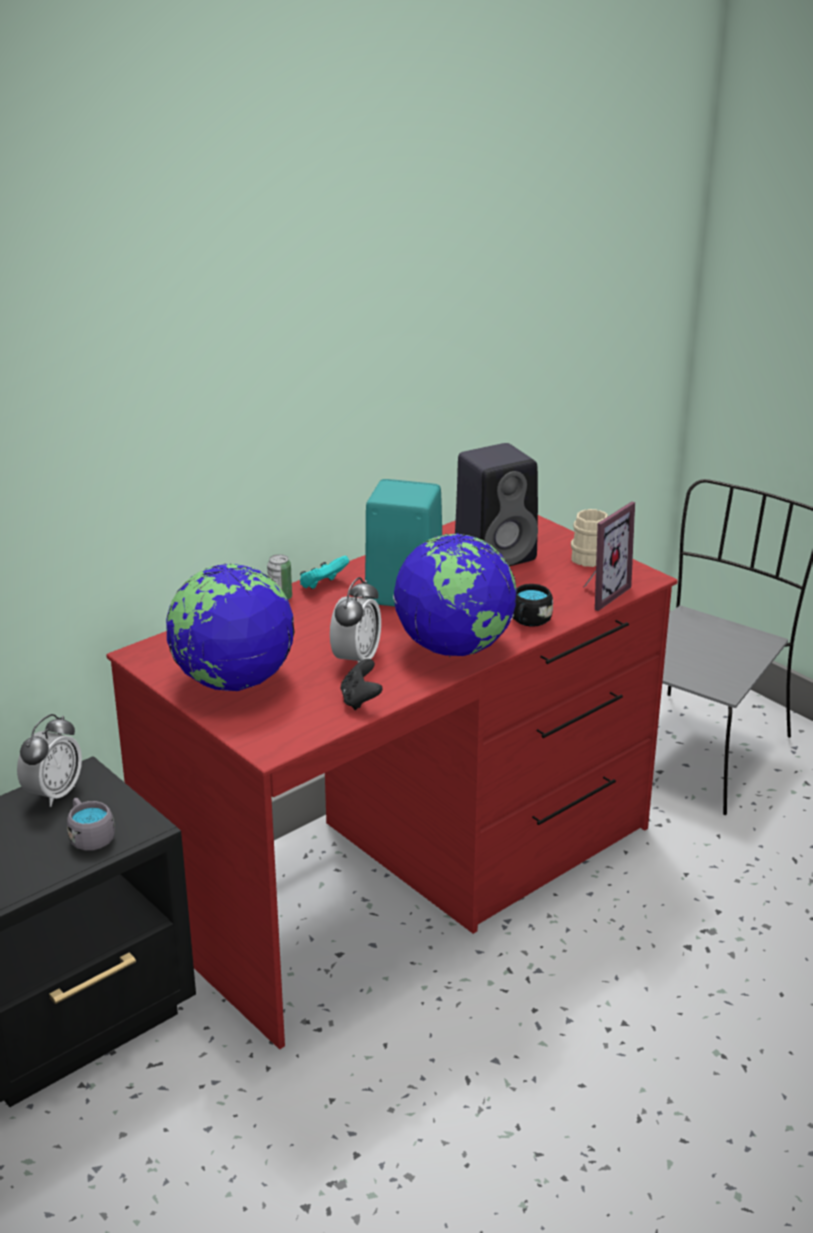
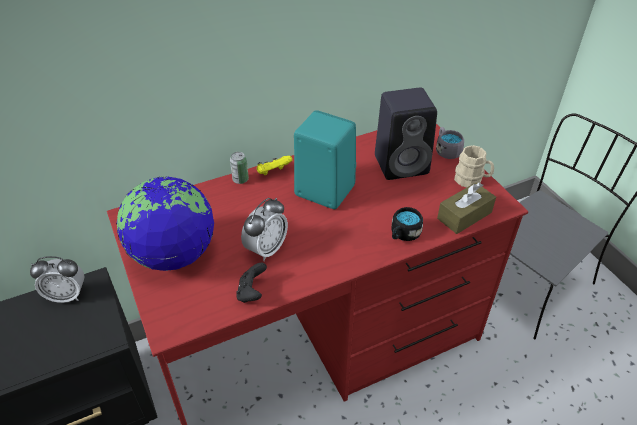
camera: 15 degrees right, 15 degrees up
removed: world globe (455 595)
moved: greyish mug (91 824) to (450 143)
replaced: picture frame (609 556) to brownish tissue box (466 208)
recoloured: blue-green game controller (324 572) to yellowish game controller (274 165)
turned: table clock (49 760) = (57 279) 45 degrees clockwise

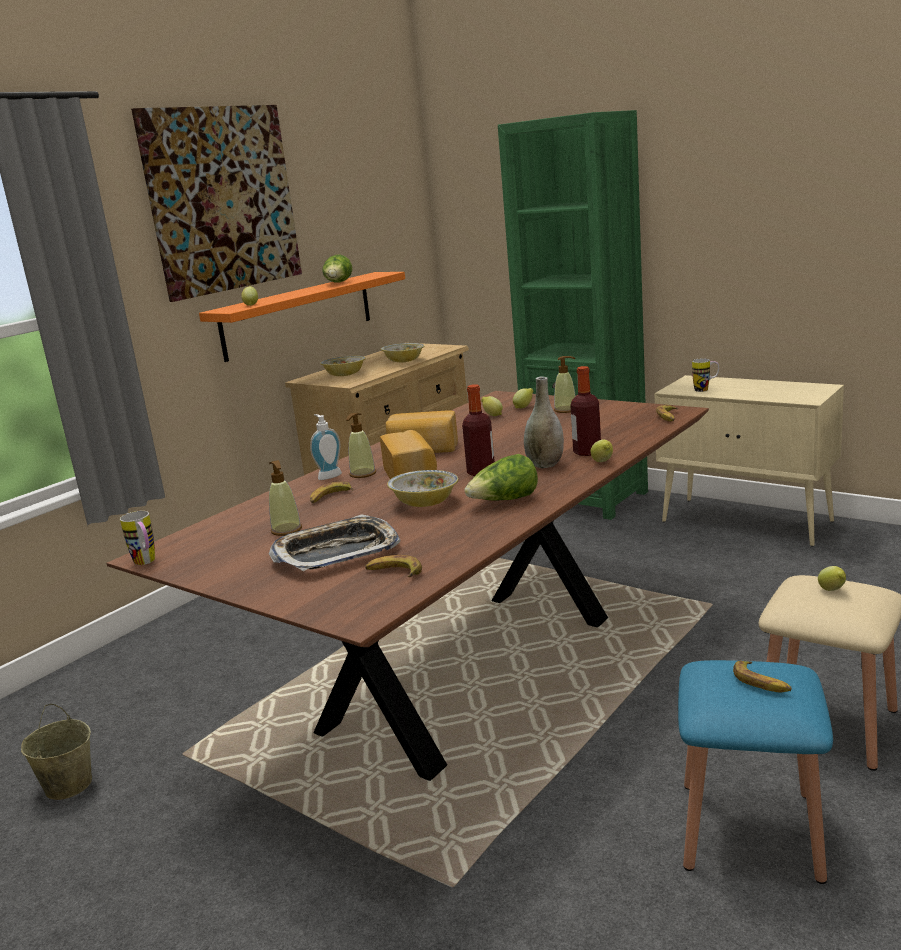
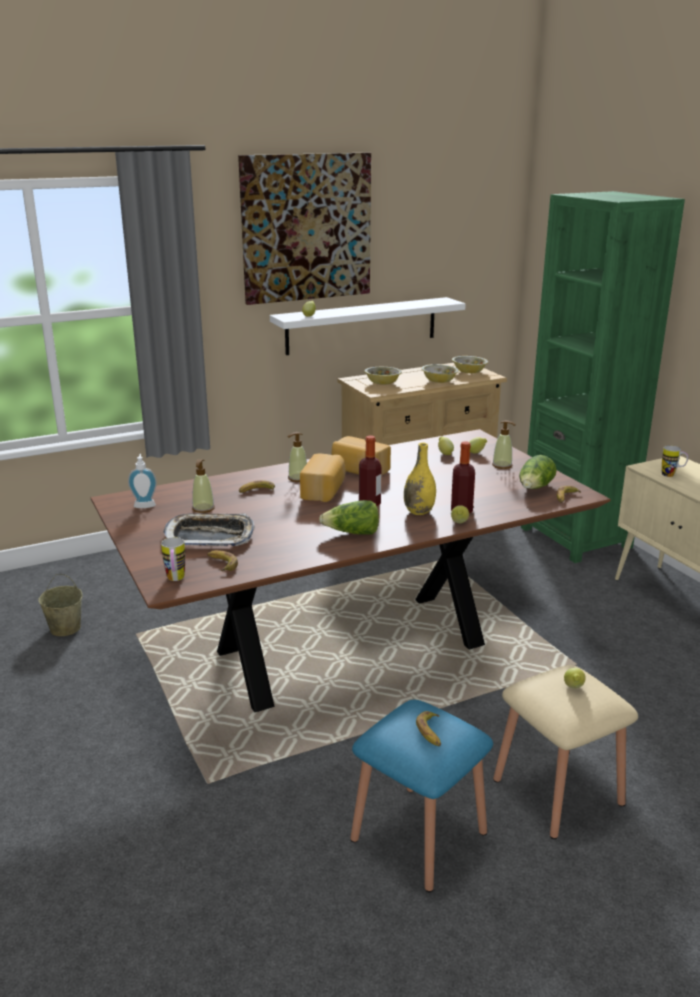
camera: 25 degrees right, 5 degrees up
moved: mug (137 538) to (173 559); soap dispenser (326 447) to (142 481); head of lettuce (337 269) to (538 472); deep dish (422 488) to (470 364)
recoloured: orangey bracket shelf (302 317) to white bracket shelf (368 326); greyish vase (544 422) to yellowish vase (420 479)

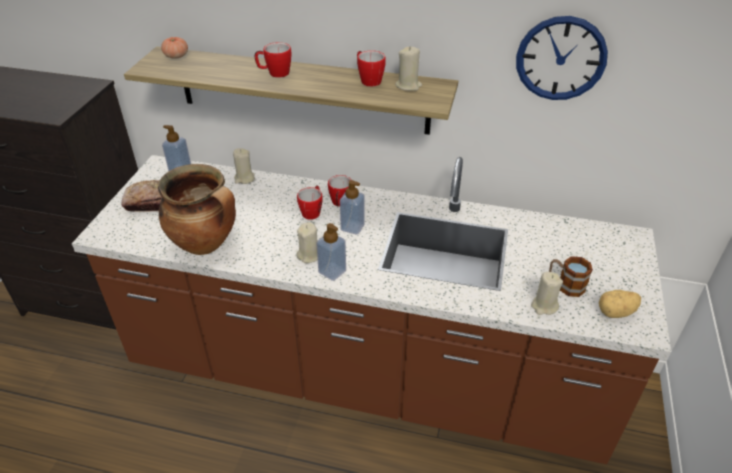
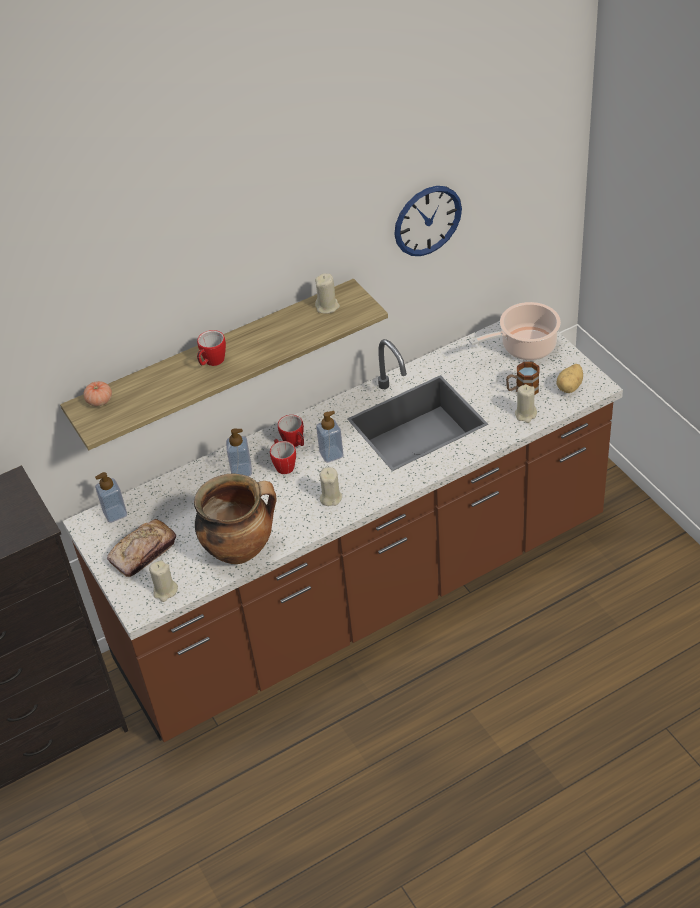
camera: 40 degrees left, 5 degrees up
removed: mug (371 68)
added: cooking pot (515 331)
moved: beige-coloured wax light (244 166) to (163 581); soap dispenser (331 252) to (239 452)

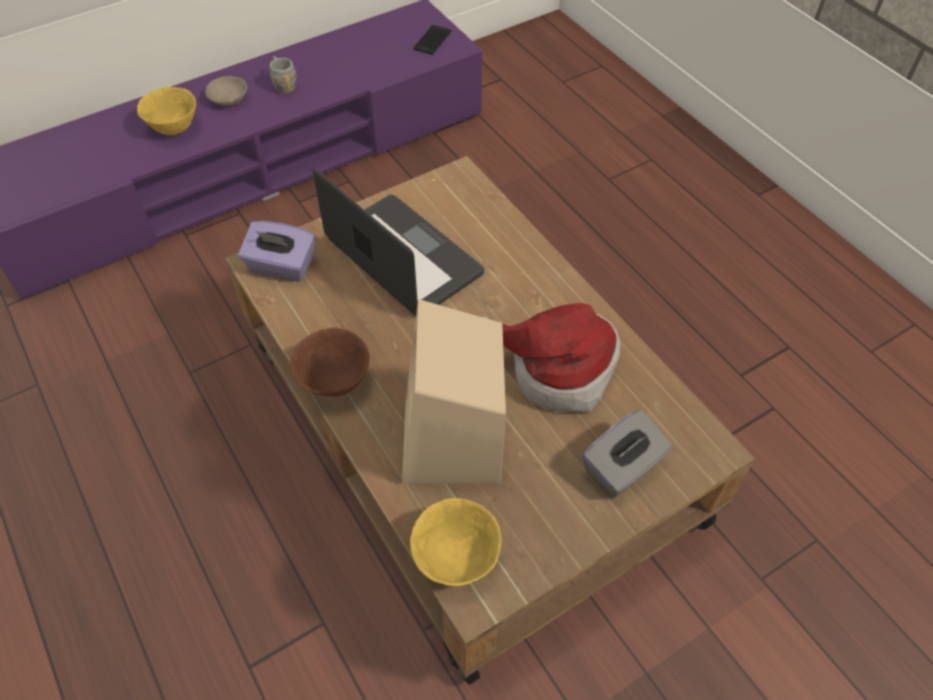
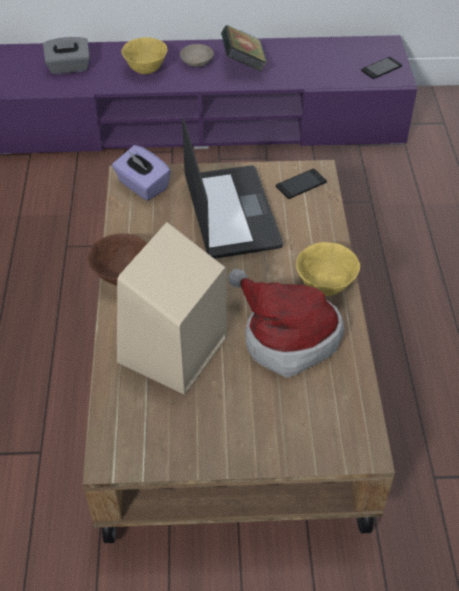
camera: 30 degrees right, 5 degrees down
added: phone (301 184)
moved: yellowish deep dish (455 542) to (328 269); greyish tissue box (627 453) to (66 55)
replaced: greyish mug (283 75) to bound book (244 48)

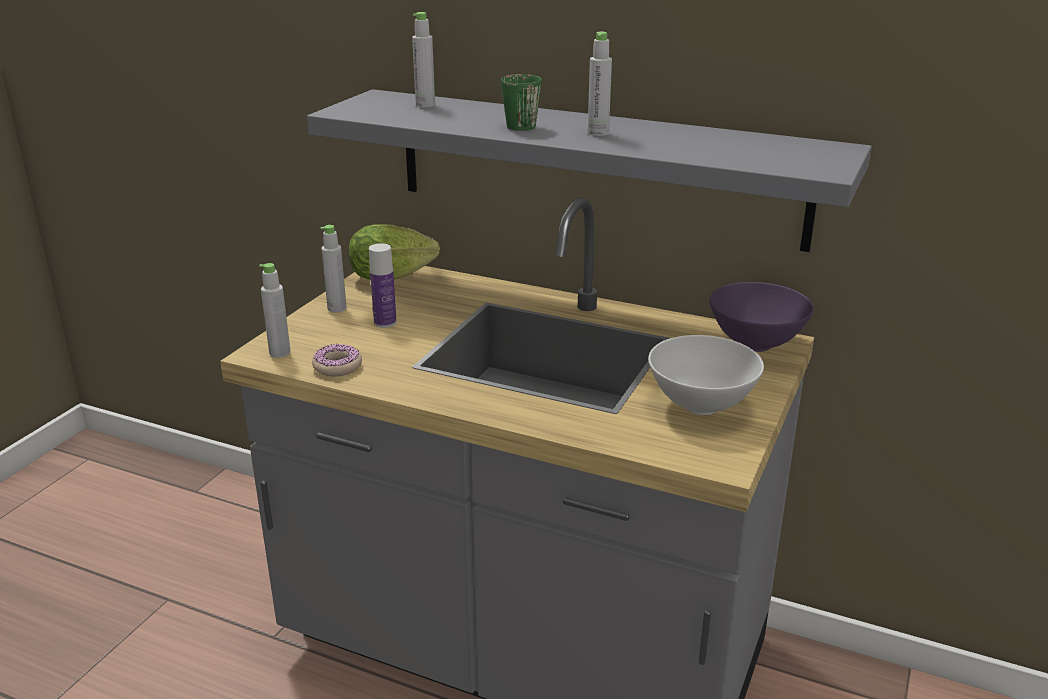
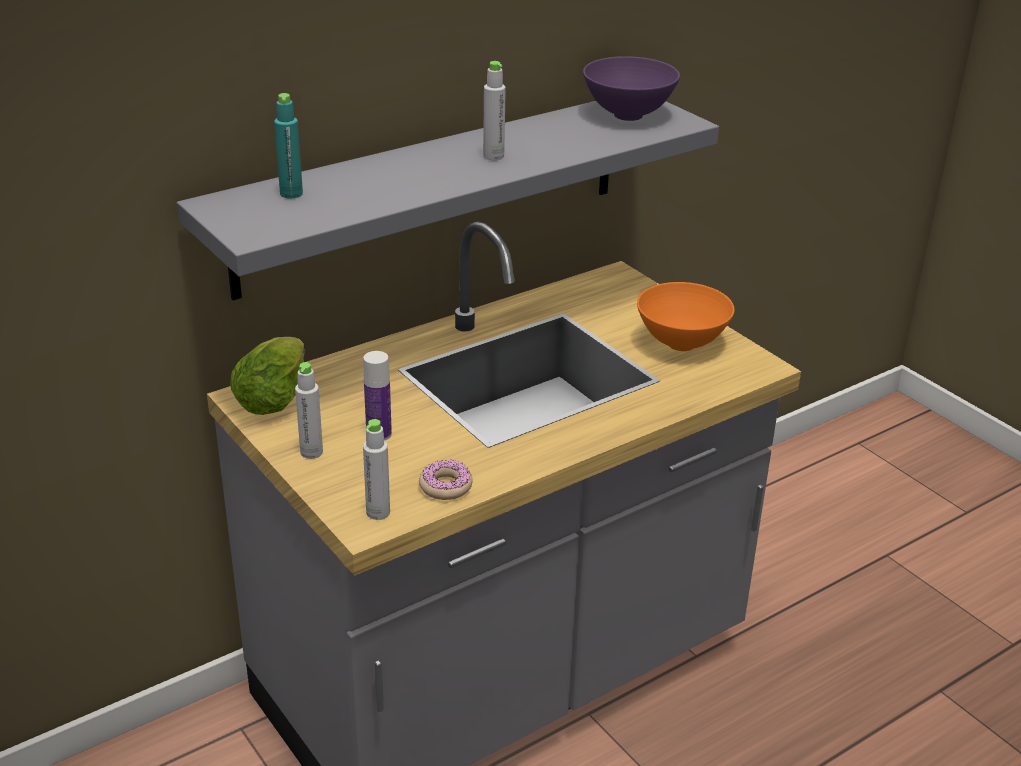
camera: 60 degrees left, 5 degrees up
removed: green mug (521 102)
moved: purple deep dish (762 317) to (631 88)
recoloured: greyish drink bottle (423 60) to blue-green drink bottle (288 146); white deep dish (706 375) to orangey deep dish (686 316)

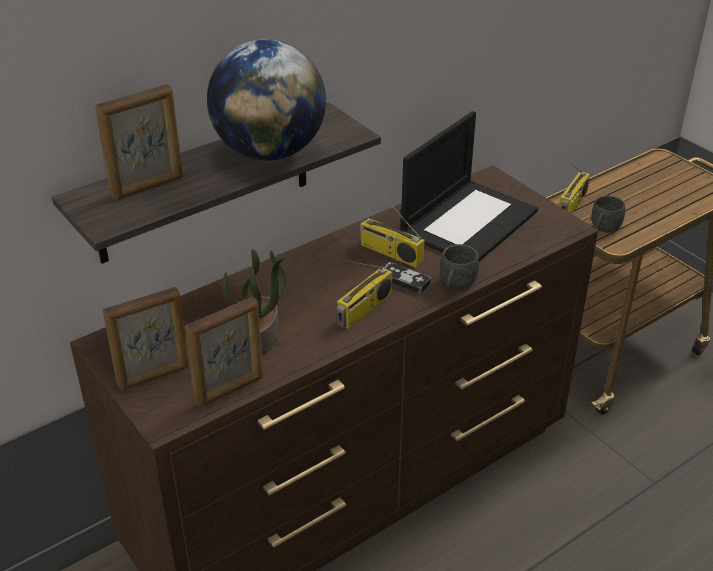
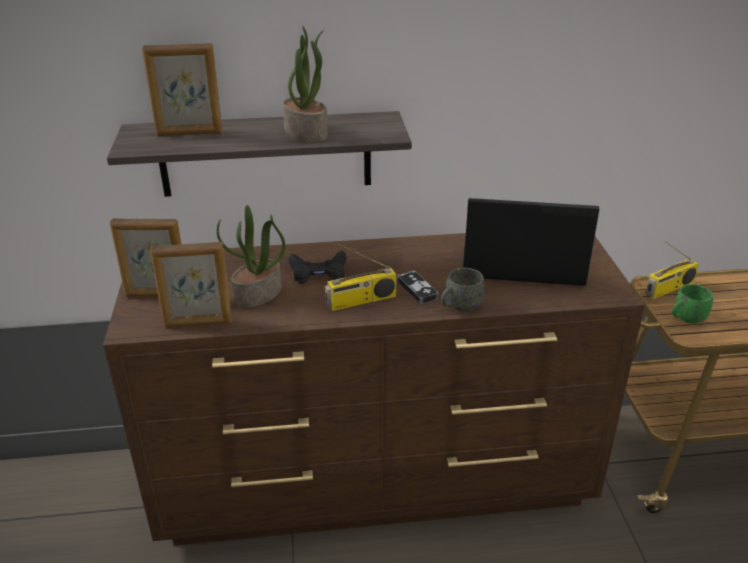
camera: 30 degrees right, 5 degrees down
removed: radio receiver (392 228)
added: black game controller (317 267)
replaced: world globe (266 99) to potted plant (305 84)
recoloured: greyish mug (608 214) to green mug (692 303)
turned: portable computer (469 186) = (531 242) 150 degrees counterclockwise

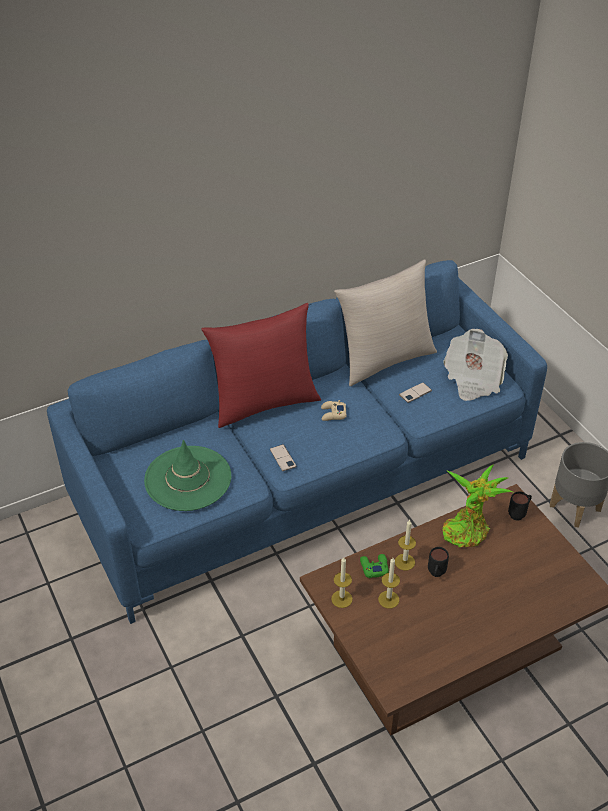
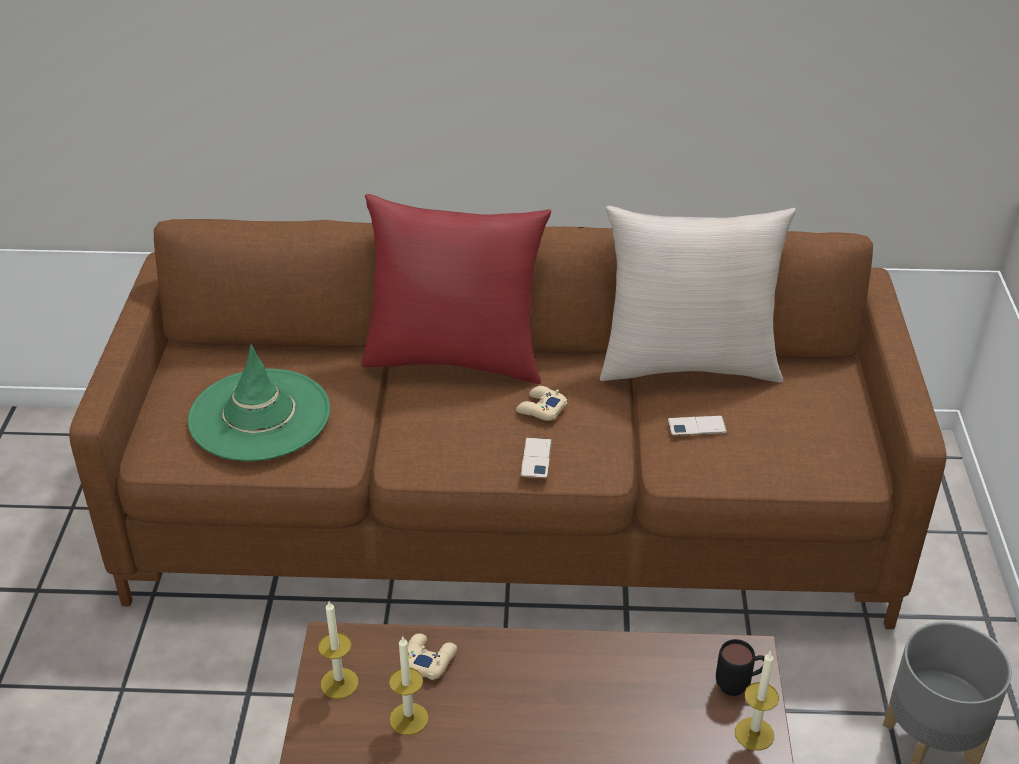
camera: 30 degrees right, 5 degrees down
removed: black mug (438 562); newspaper (475 365); potted plant (478 506)
moved: phone (283 457) to (536 458); wax light (405 545) to (757 701)
recoloured: blue-coloured couch (297 442) to brownish couch (508 424); green game controller (374 566) to beige-coloured game controller (432 657)

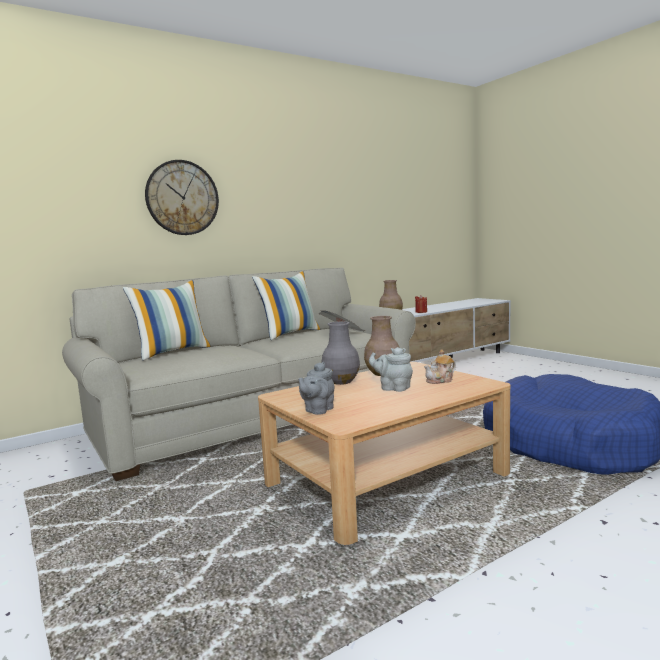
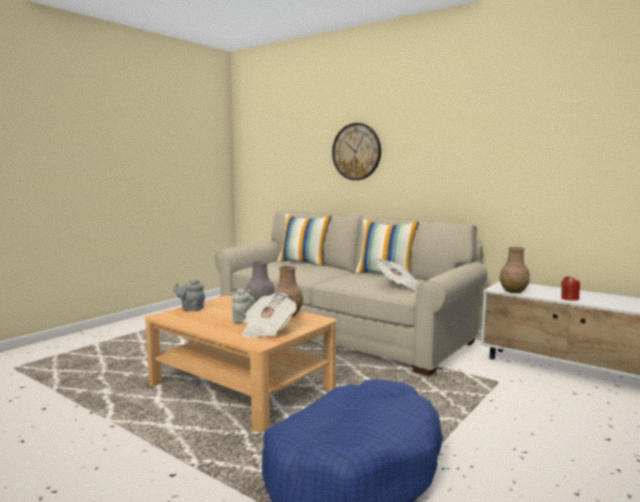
camera: 70 degrees right, 0 degrees up
replaced: pot for tea (440 367) to newspaper (269 315)

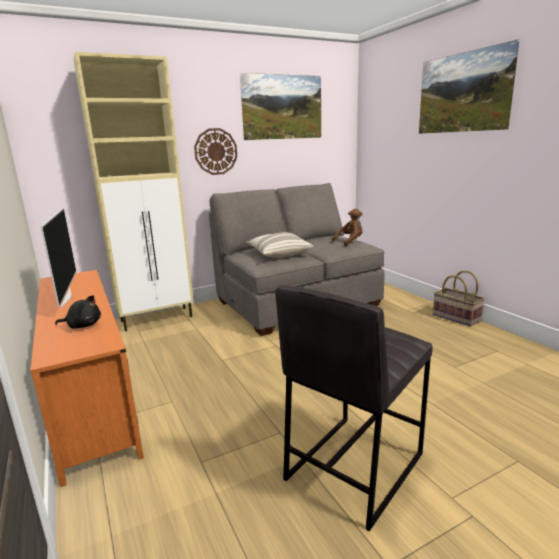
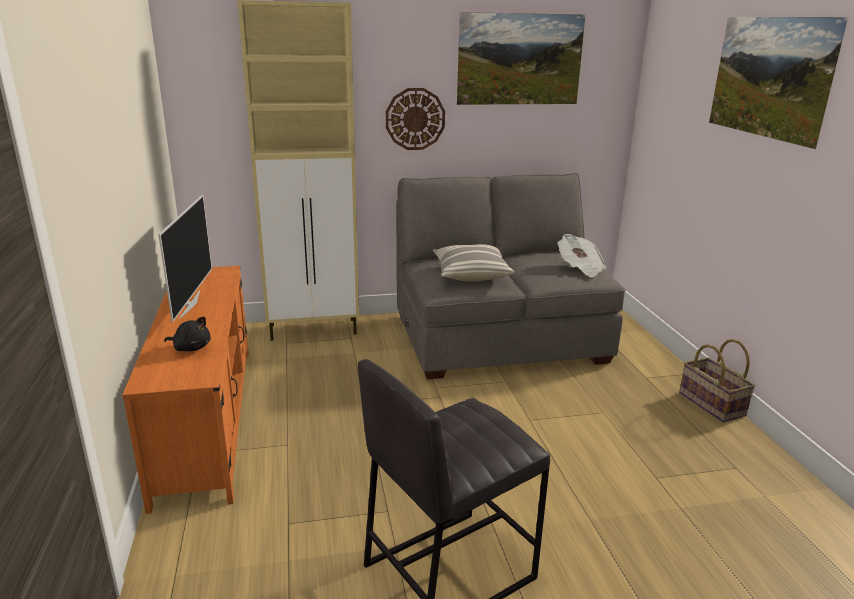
camera: 15 degrees right, 5 degrees up
replaced: brownish soft toy (347 227) to newspaper (582 255)

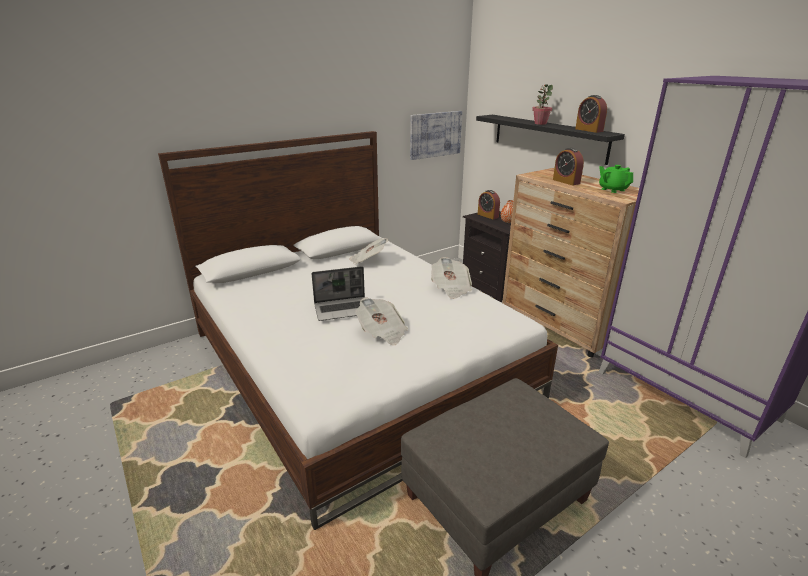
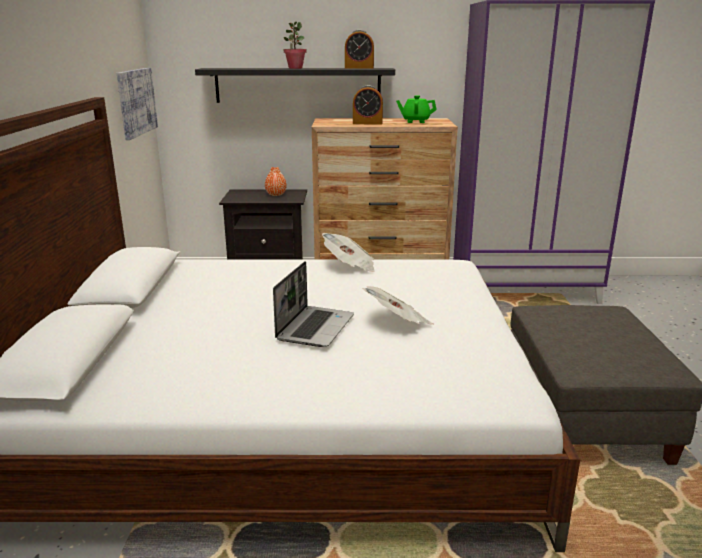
camera: 55 degrees left, 5 degrees down
removed: newspaper (368 251); table clock (489 204)

